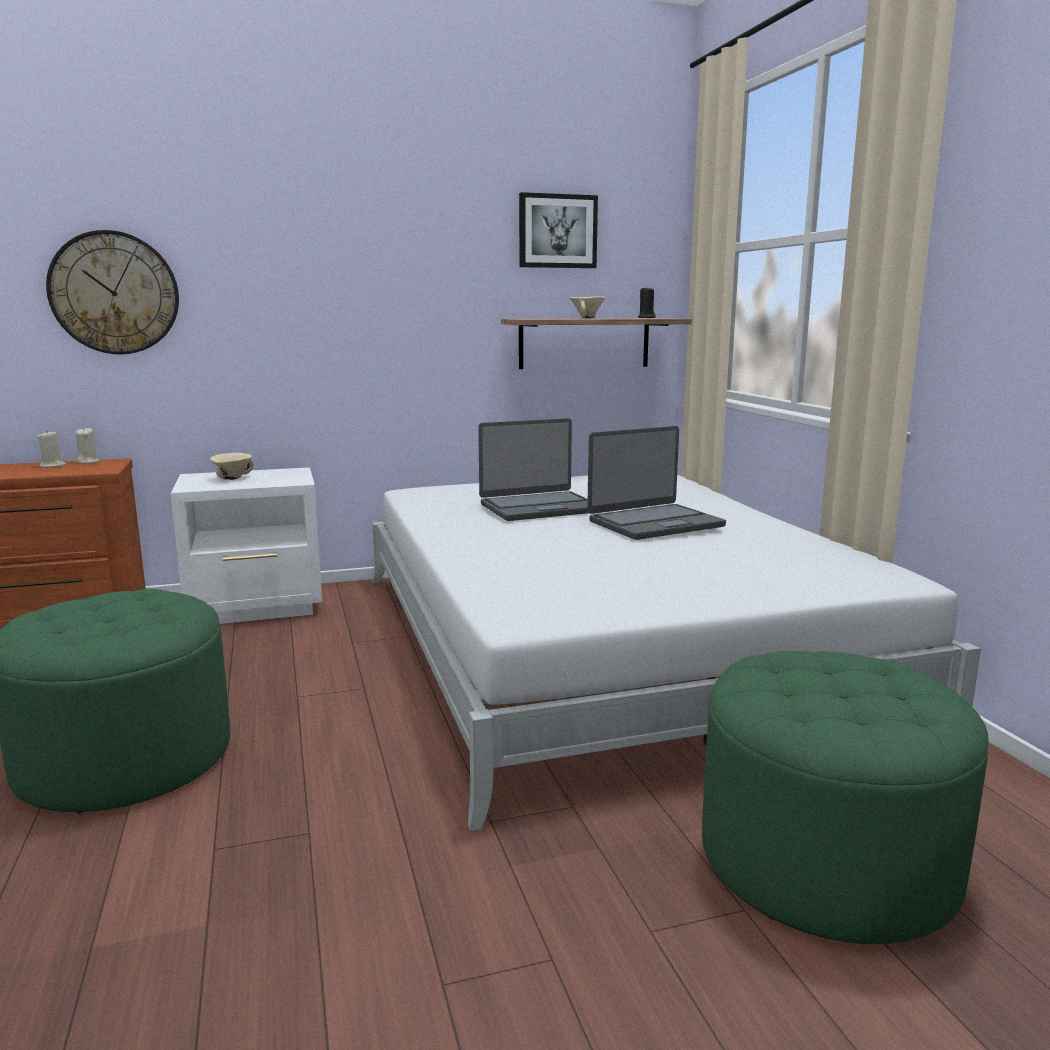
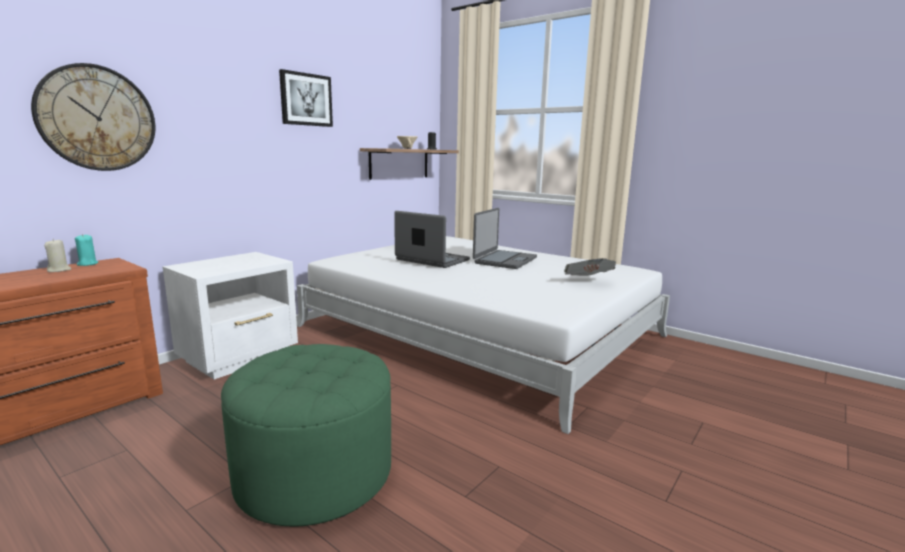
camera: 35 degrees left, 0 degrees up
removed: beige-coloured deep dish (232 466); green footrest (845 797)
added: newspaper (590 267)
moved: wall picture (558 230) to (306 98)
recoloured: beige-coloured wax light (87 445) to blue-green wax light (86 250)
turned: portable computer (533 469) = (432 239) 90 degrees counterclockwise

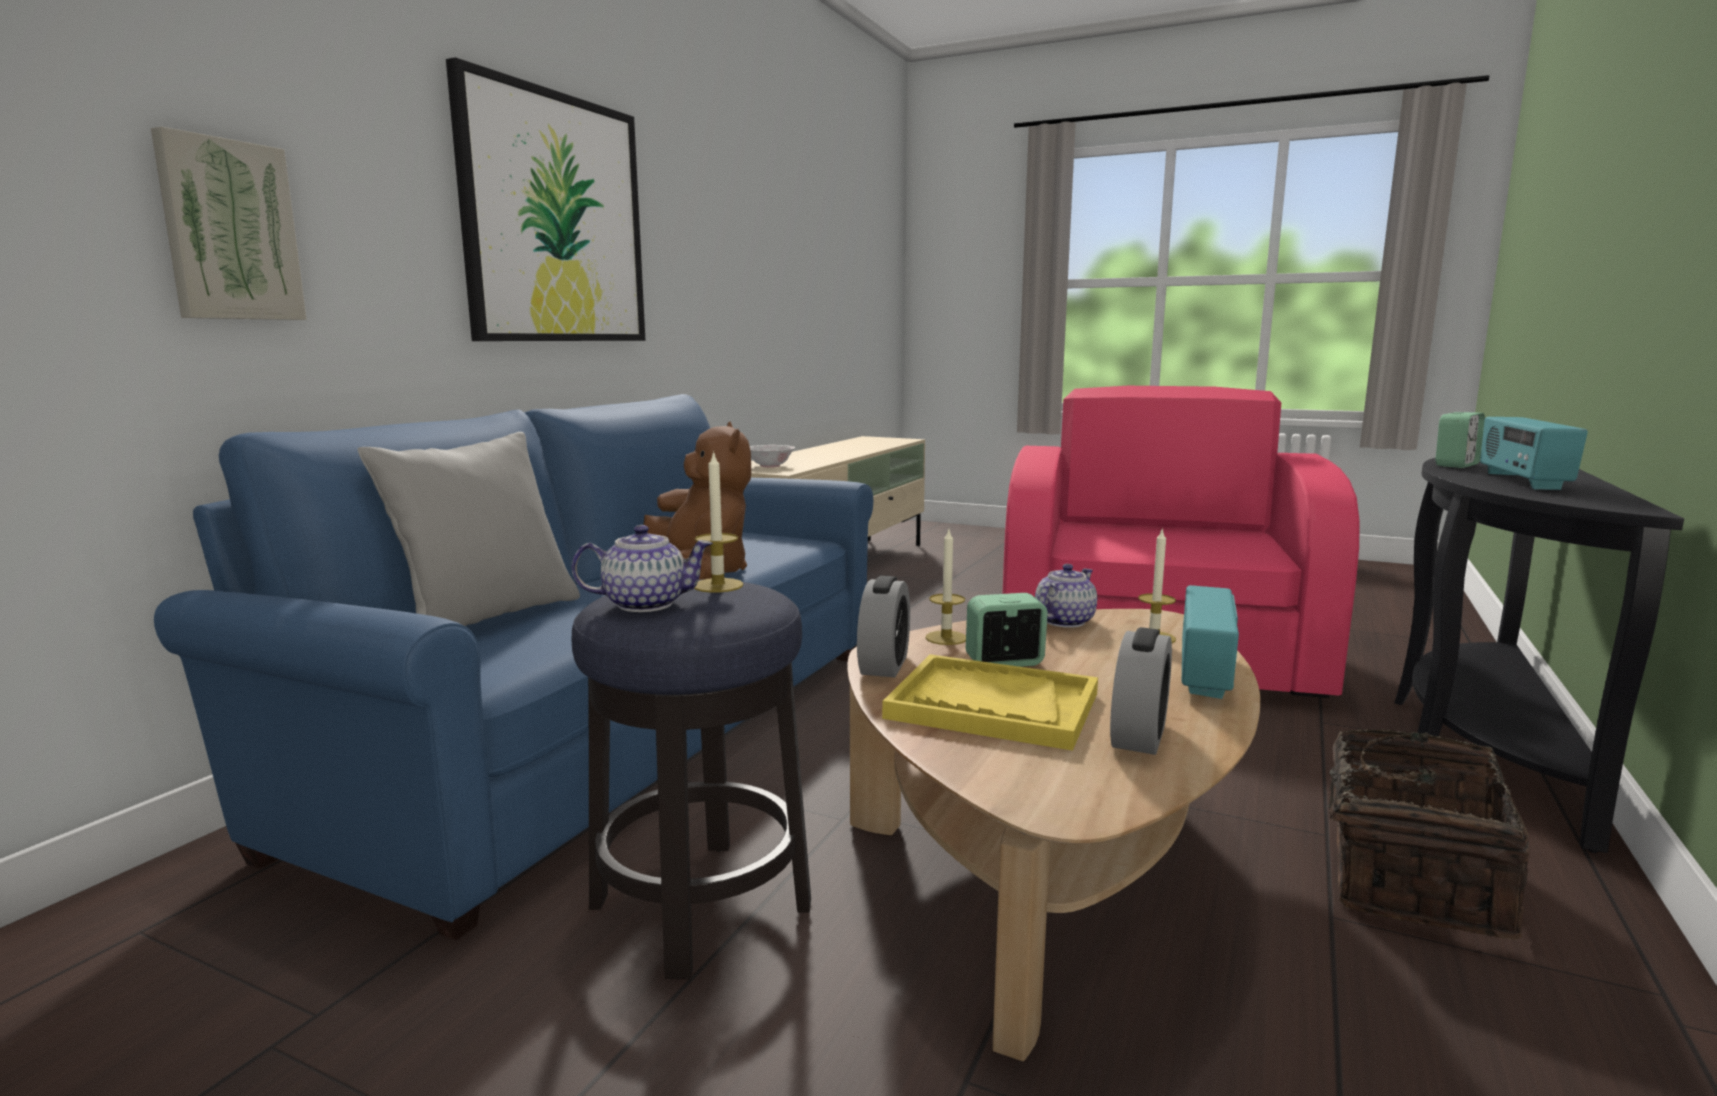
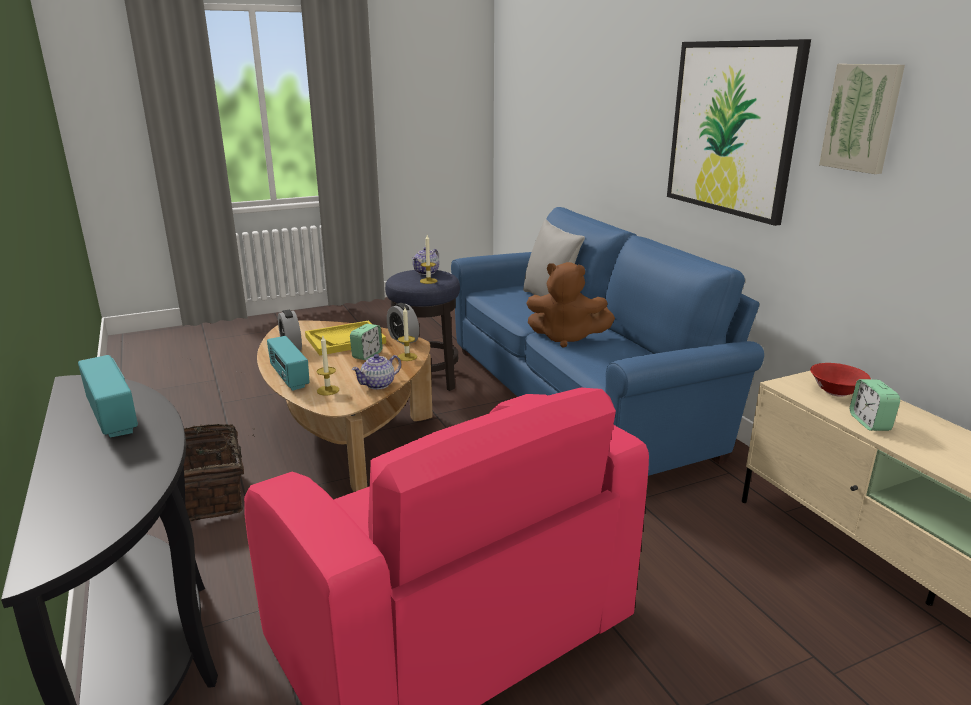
camera: 130 degrees right, 10 degrees up
moved: wall picture (229 223) to (862 119); table clock (1460 440) to (875 405)
recoloured: white deep dish (772 456) to reddish deep dish (840 380)
turned: pot for tea (1066 596) = (376 372) 60 degrees clockwise

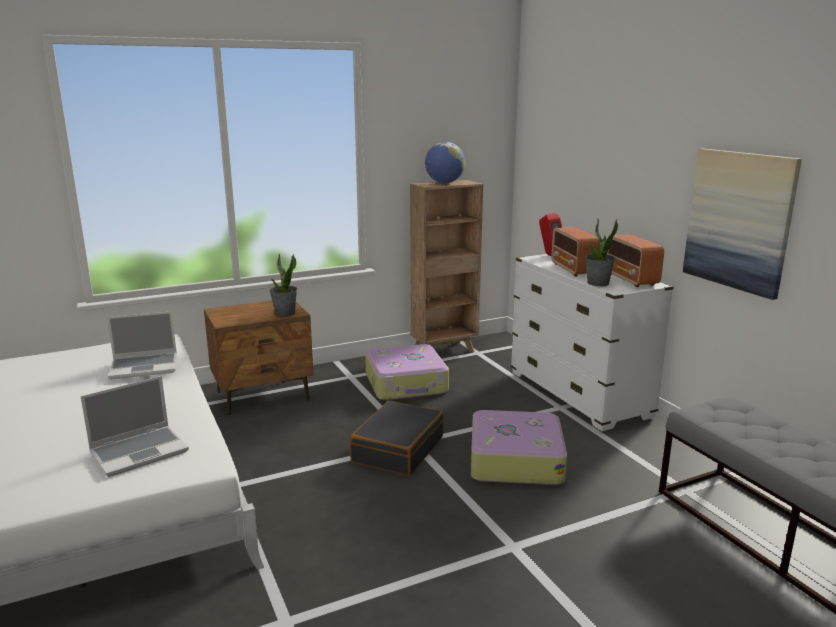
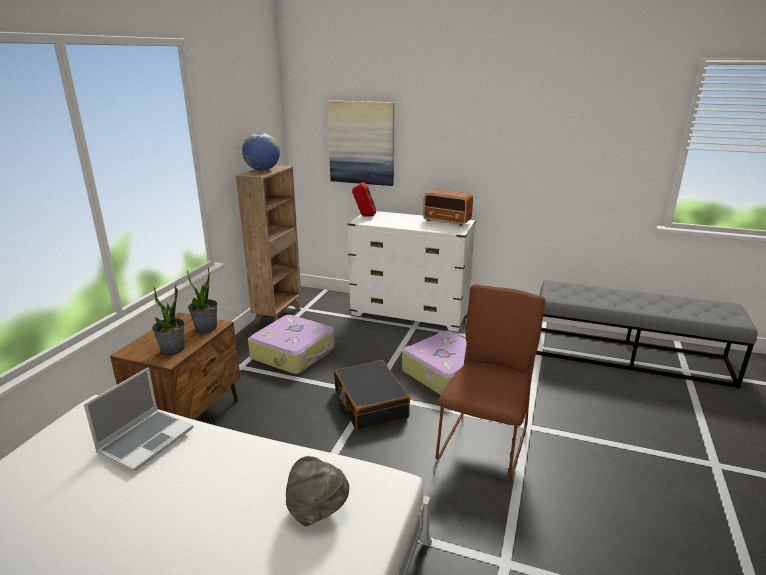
camera: 45 degrees left, 5 degrees up
removed: radio receiver (574 251)
added: brownish chair (490 383)
moved: potted plant (601 252) to (168 320); wall picture (742 224) to (360 143)
replaced: portable computer (135 426) to greyish wearable hat (317 491)

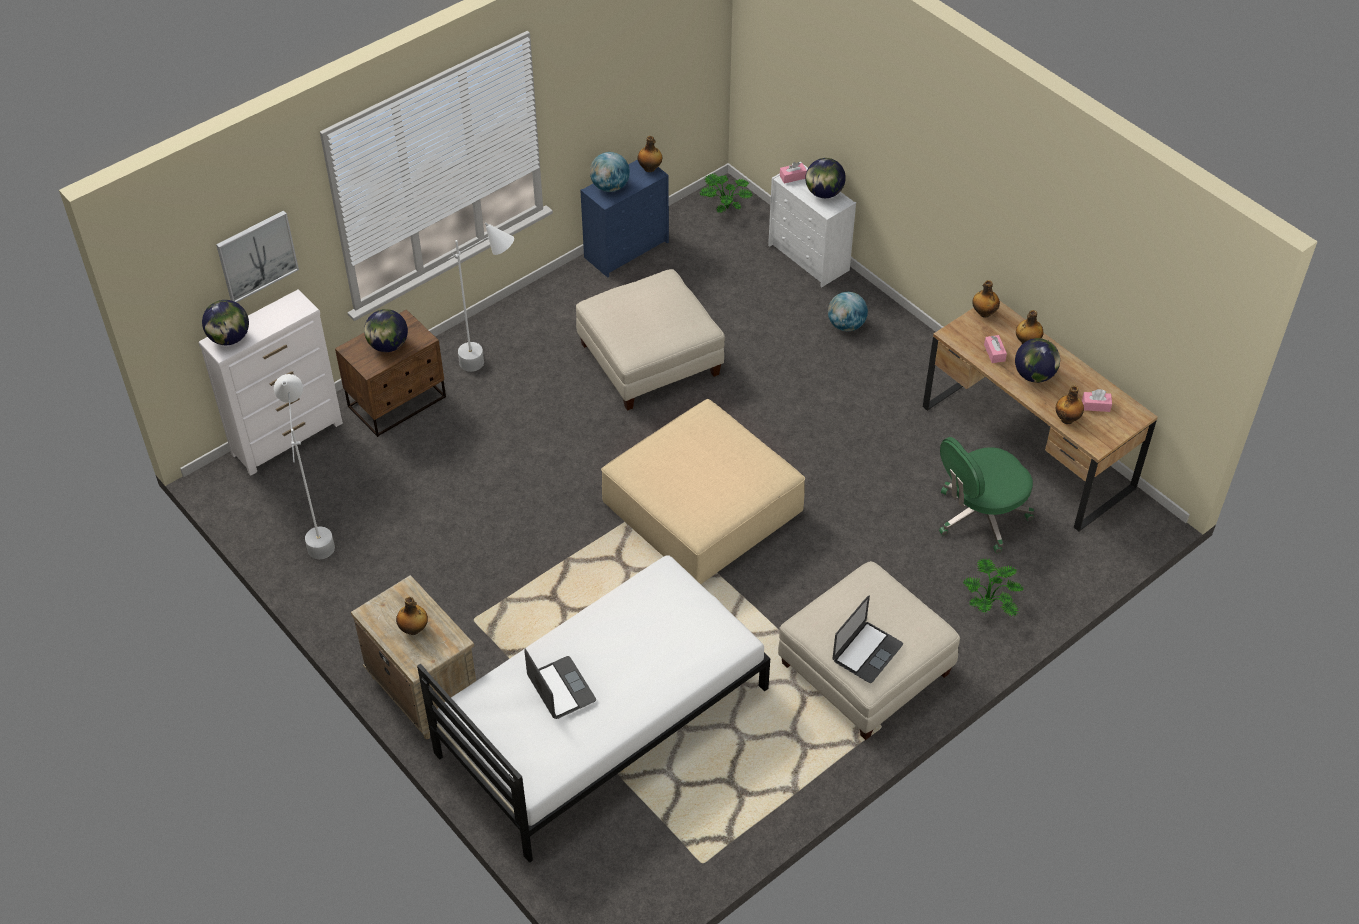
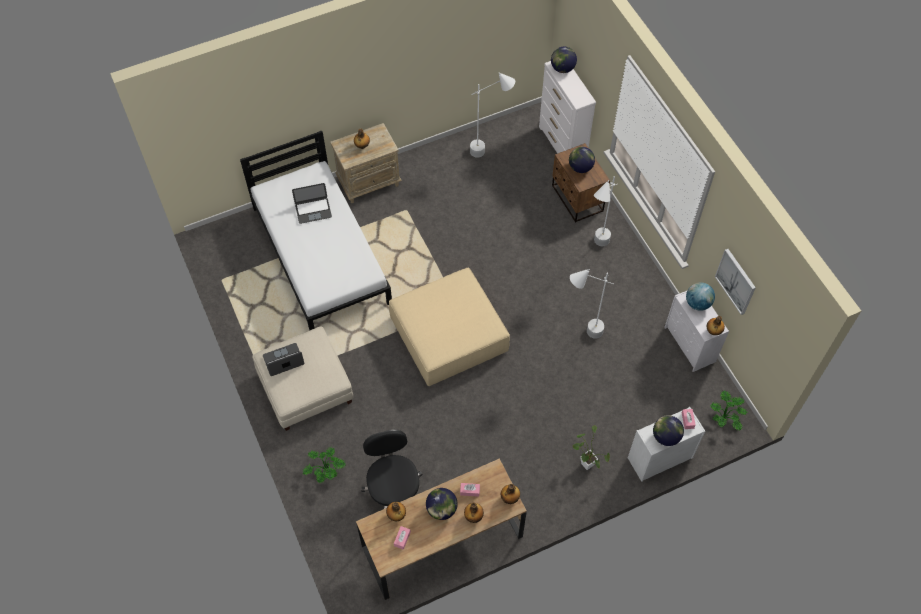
camera: 105 degrees right, 10 degrees up
moved: wall picture (257 256) to (735 282)
replaced: beige-coloured footrest (650 340) to white standard lamp (591 304); world globe (848 311) to potted plant (591 447)
recoloured: blue-coloured dresser (624 218) to white dresser (696 331); green computer chair (986 495) to black computer chair (392 469)
turned: portable computer (868 639) = (283 359) 105 degrees clockwise

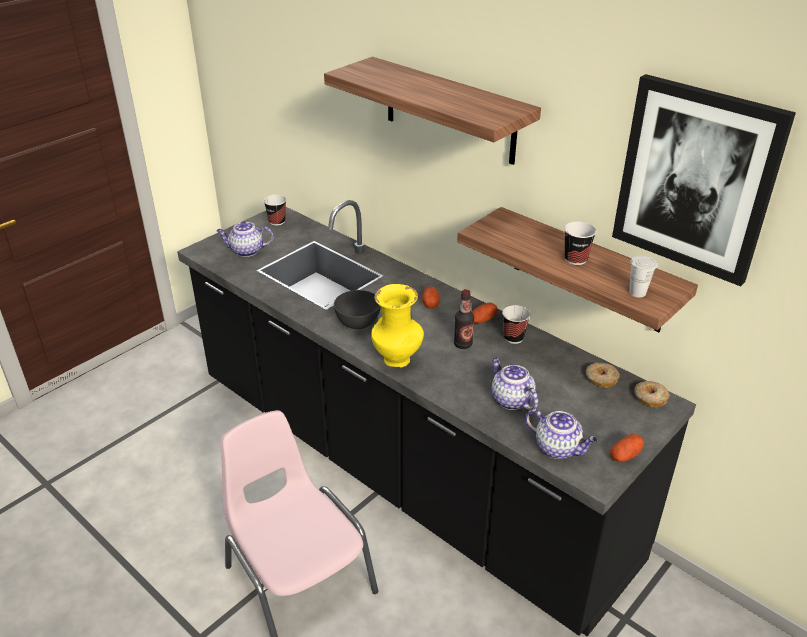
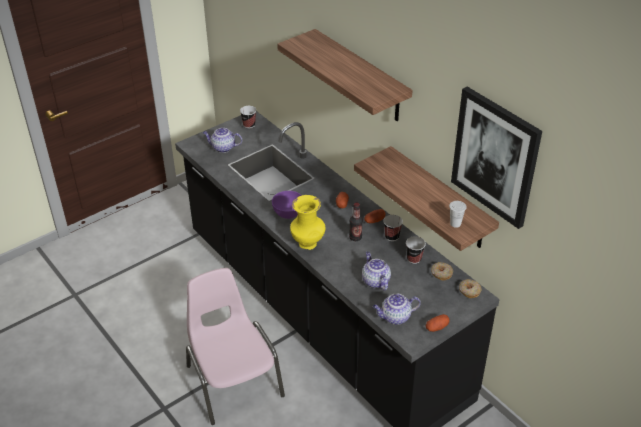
camera: 10 degrees right, 5 degrees up
moved: drinking cup (580 243) to (416 250)
recoloured: greyish deep dish (357 309) to purple deep dish (287 205)
turned: pot for tea (561 434) = (397 309) 120 degrees clockwise

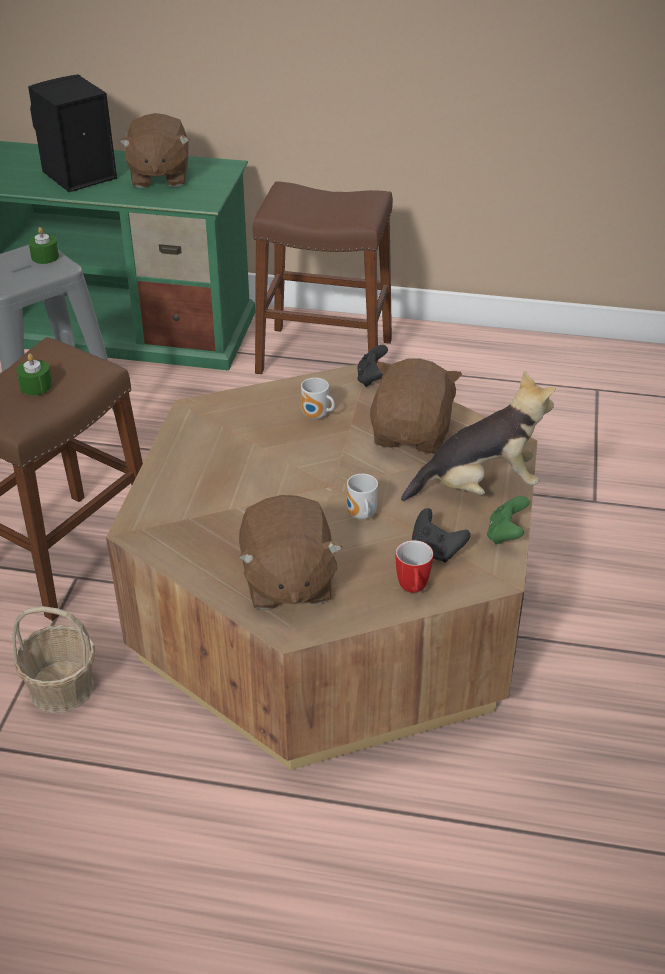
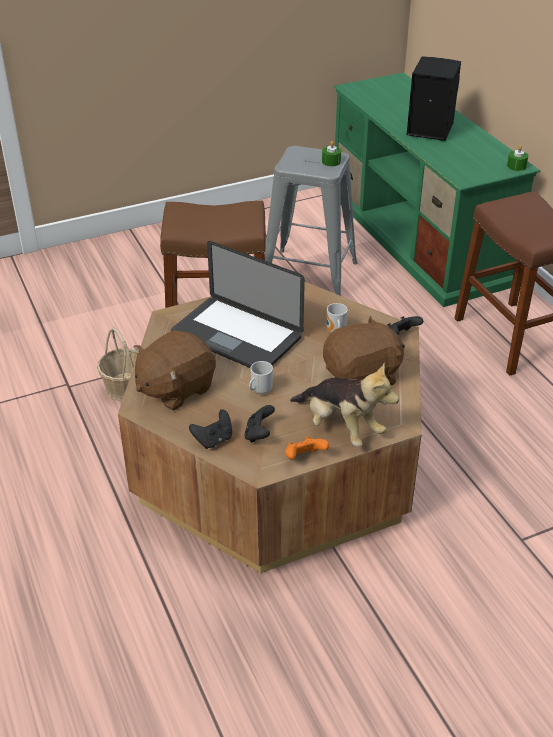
camera: 55 degrees right, 0 degrees up
removed: brownish soft toy (154 150)
added: portable computer (238 304)
moved: green wax light (34 374) to (517 158)
replaced: mug (414 566) to black game controller (210 429)
recoloured: green game controller (508 520) to orangey game controller (307 447)

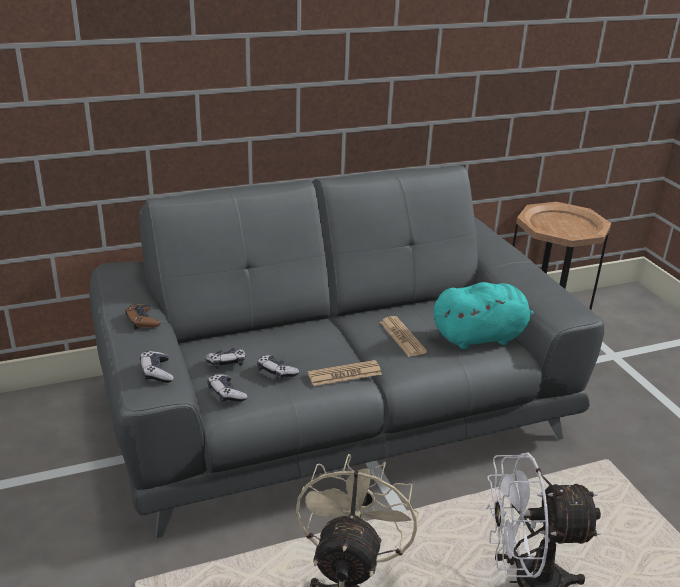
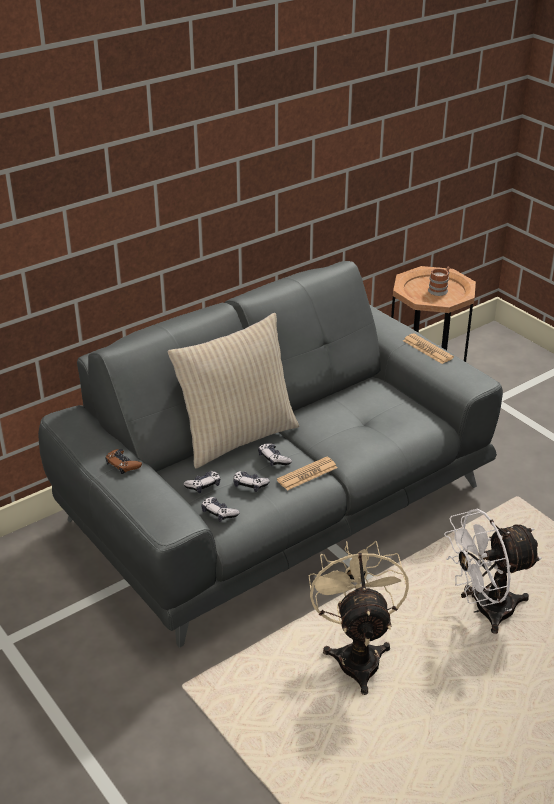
camera: 15 degrees left, 5 degrees up
removed: blue-green soft toy (484 315)
added: beige-coloured cushion (233 390); mug (438 281)
moved: game controller (157 367) to (275 454); newspaper (403 336) to (428 348)

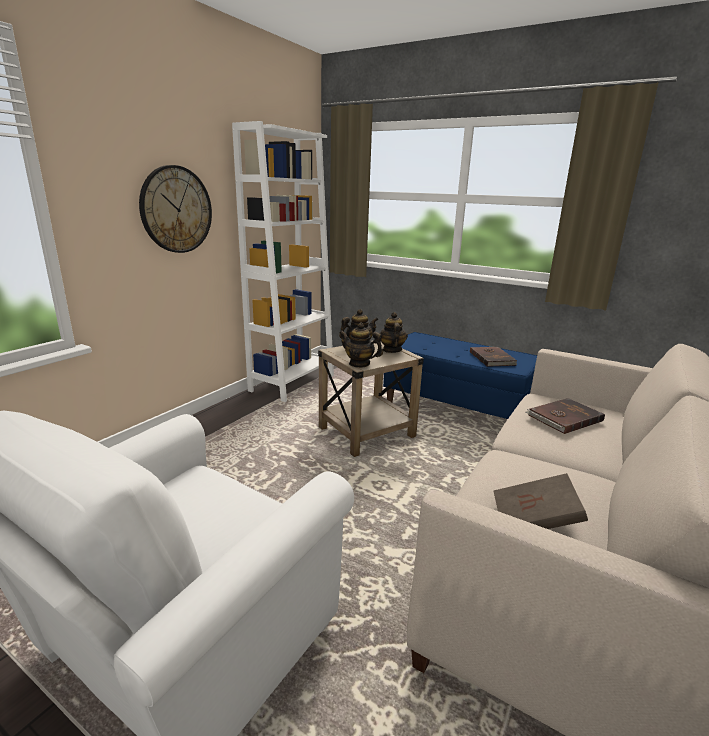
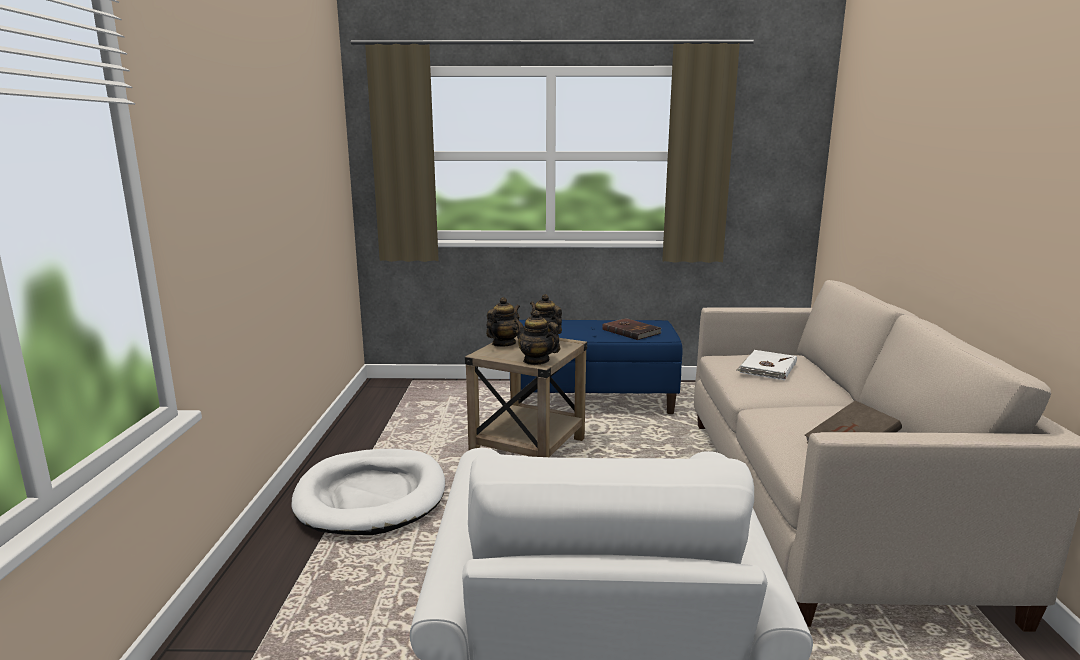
camera: 30 degrees left, 5 degrees down
removed: hanging clock (175 209); white shelving unit (283 261)
added: white dog cushion (368 492)
recoloured: brownish bound book (565 416) to white bound book (767 365)
turned: pot for tea (361 345) = (537 337) 45 degrees clockwise

